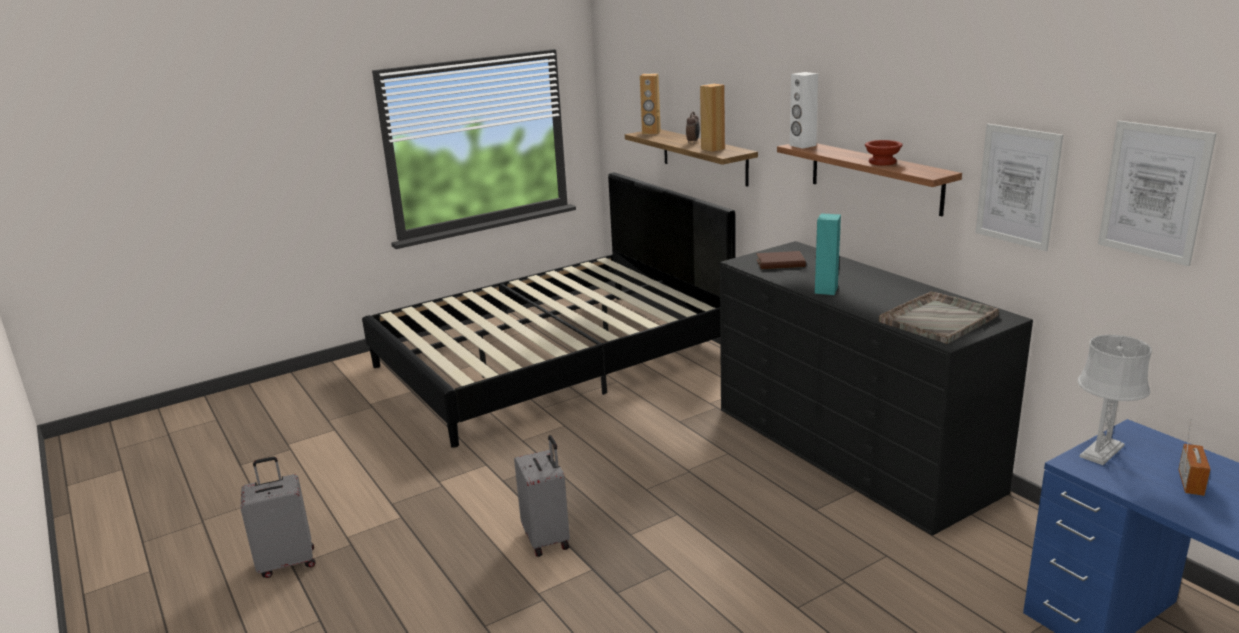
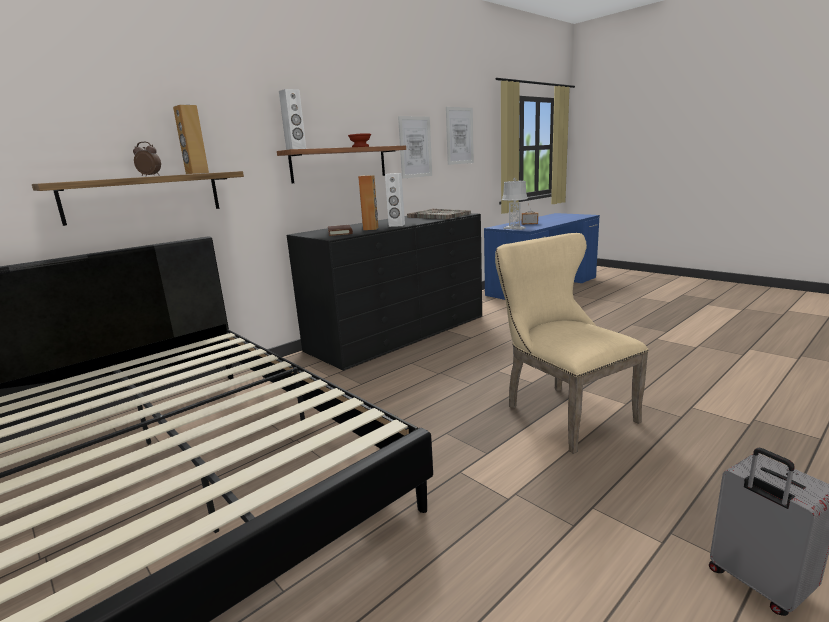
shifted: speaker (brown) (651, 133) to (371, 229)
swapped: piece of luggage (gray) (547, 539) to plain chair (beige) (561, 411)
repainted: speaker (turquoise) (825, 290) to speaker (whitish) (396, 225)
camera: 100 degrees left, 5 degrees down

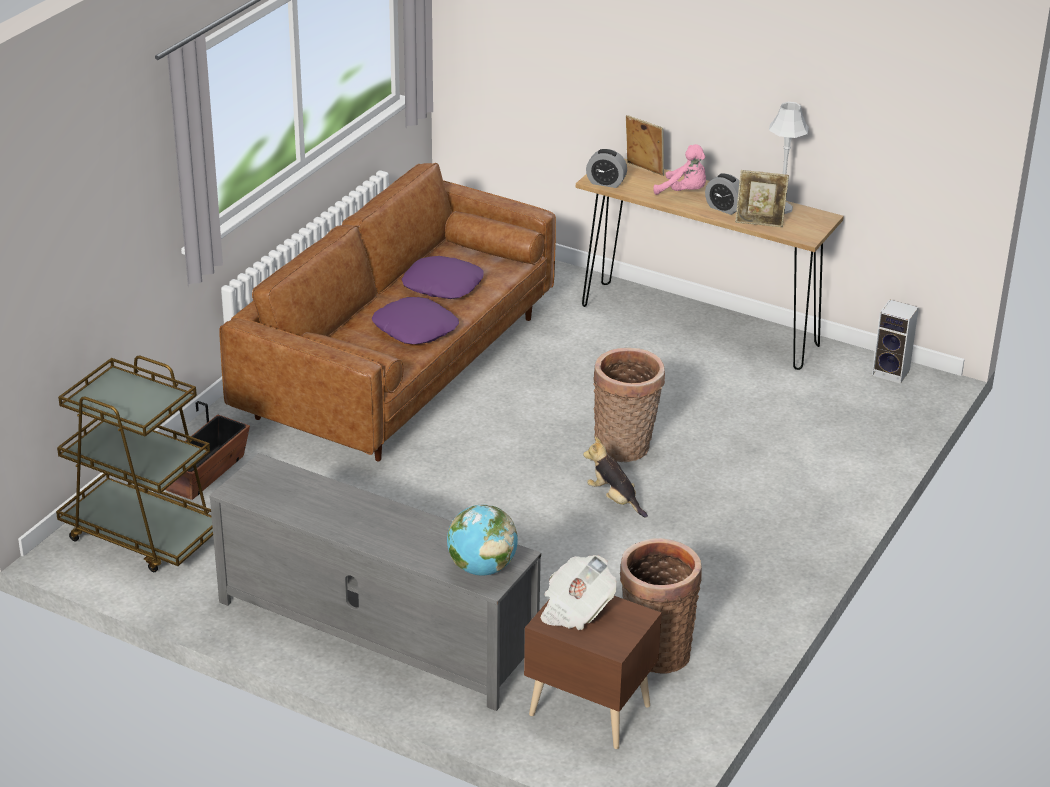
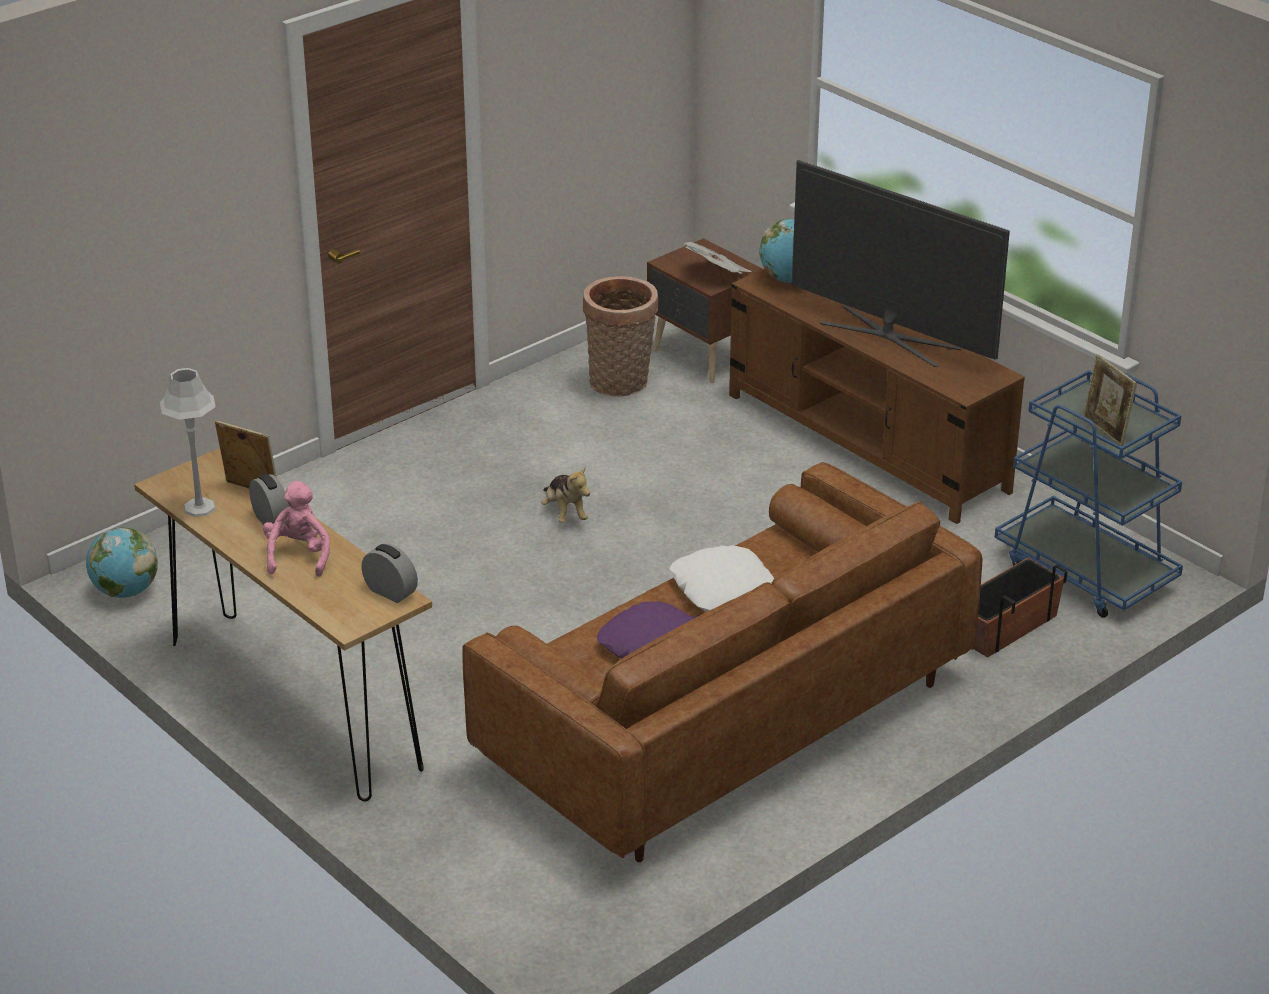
gone: household basket (625, 448)
new: television (890, 336)
shifted: photo frame (643, 169) to (1105, 431)
swapped: speaker (892, 372) to globe (125, 592)
repainted: wheeled cart (brown) (142, 534) to wheeled cart (blue-coloured) (1085, 572); media console (gray) (375, 630) to media console (brown) (867, 443); cushion (purplish) (415, 329) to cushion (whitish) (722, 589)
rotated: soft toy (pinkish) (684, 192) = (298, 556) 45 degrees clockwise
camera: 160 degrees left, 0 degrees up

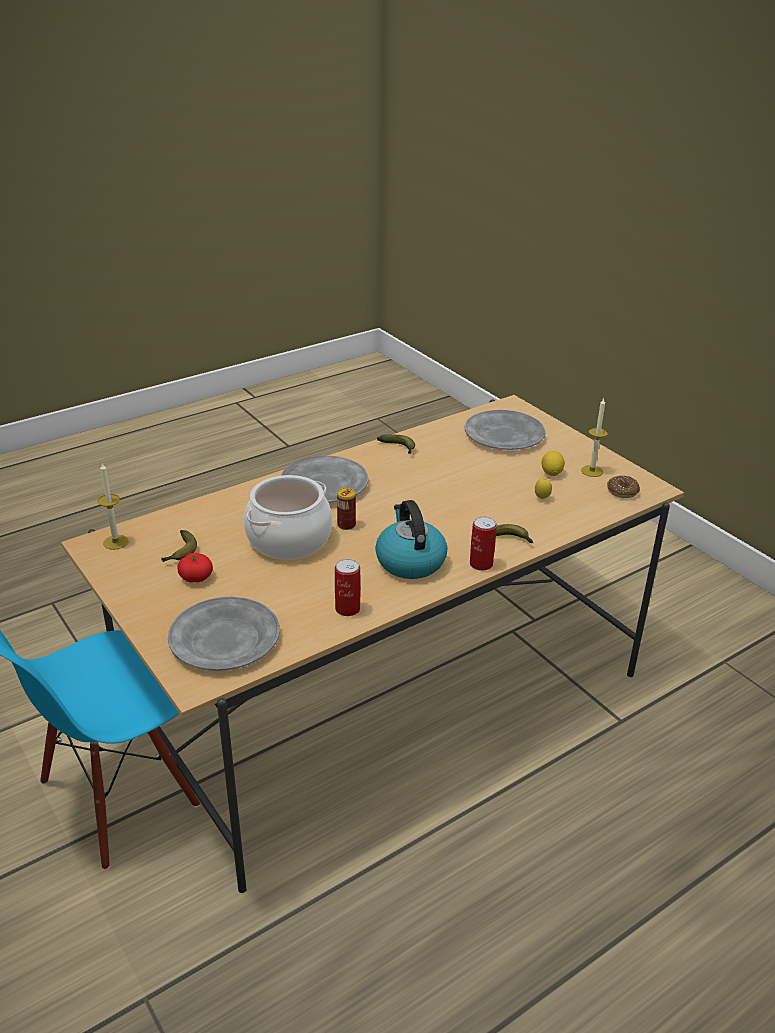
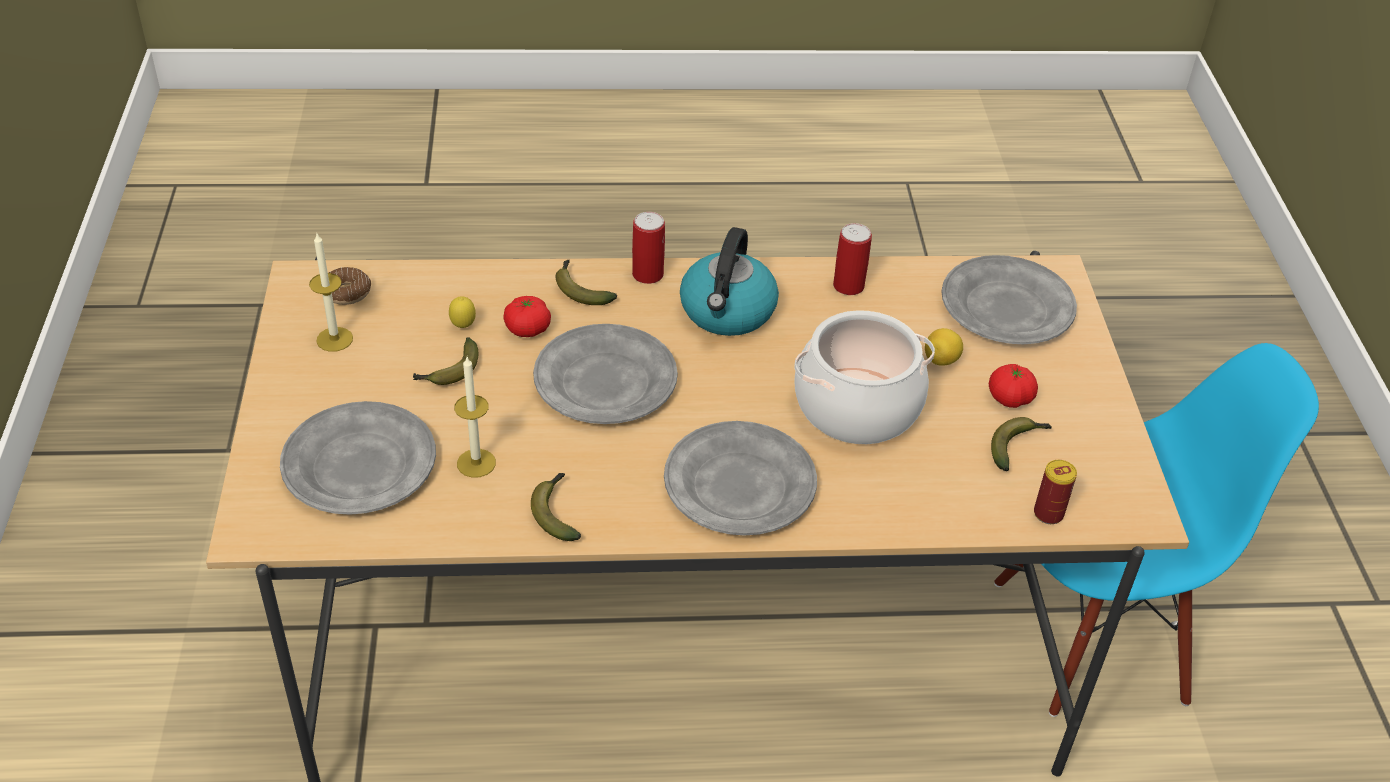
new: banana fruit (449, 372); tomato (527, 329); dinner plate (gray) (605, 380)
shifted: wax light (116, 542) to (476, 463); metal can (346, 525) to (1048, 513); lemon (551, 473) to (941, 361)
camera: 150 degrees left, 10 degrees up

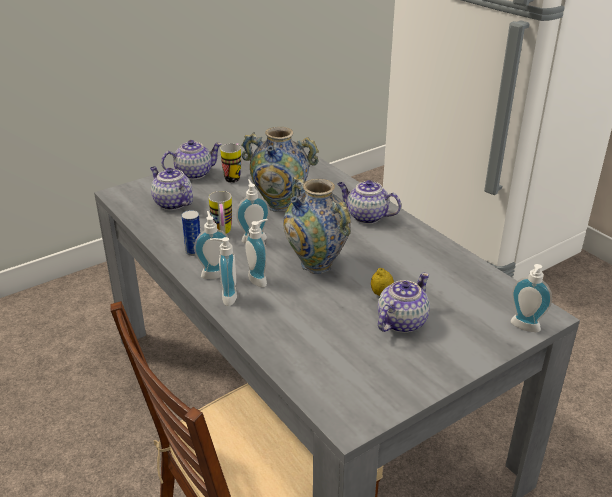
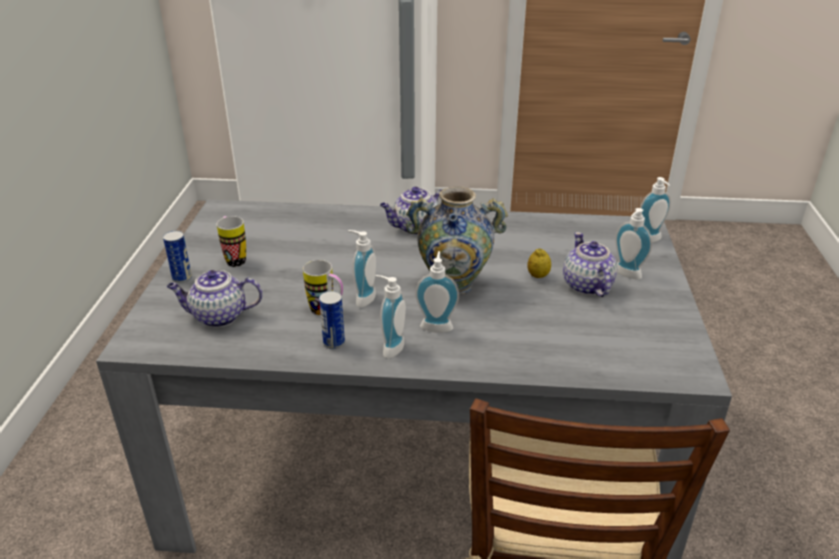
gone: vase (280, 205)
shifted: soap dispenser (226, 297) to (625, 275)
swapped: pot for tea (193, 173) to metal can (182, 278)
camera: 50 degrees left, 0 degrees up

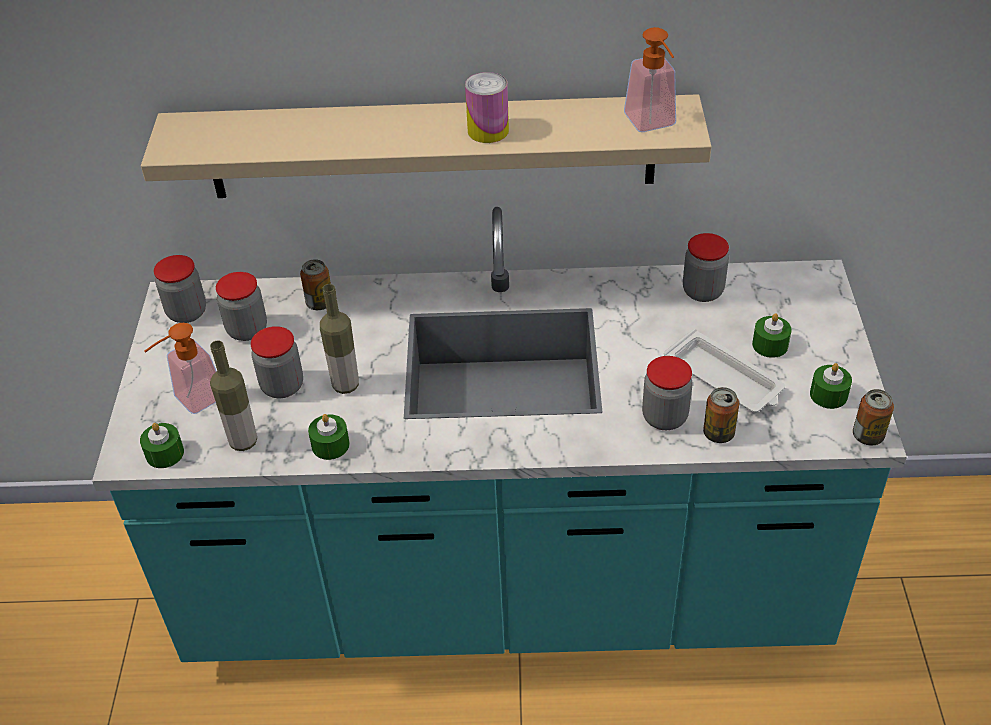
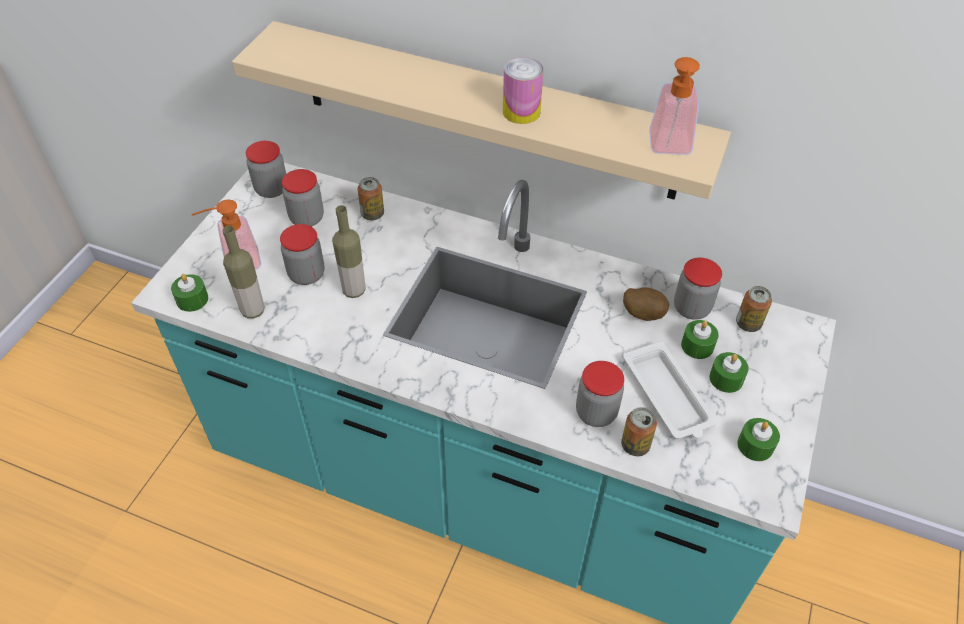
new: whole potato (642, 314)
shifted: wax light (green-coloured) (330, 445) to (697, 346); metal can (868, 436) to (748, 323)
camera: 20 degrees right, 5 degrees up

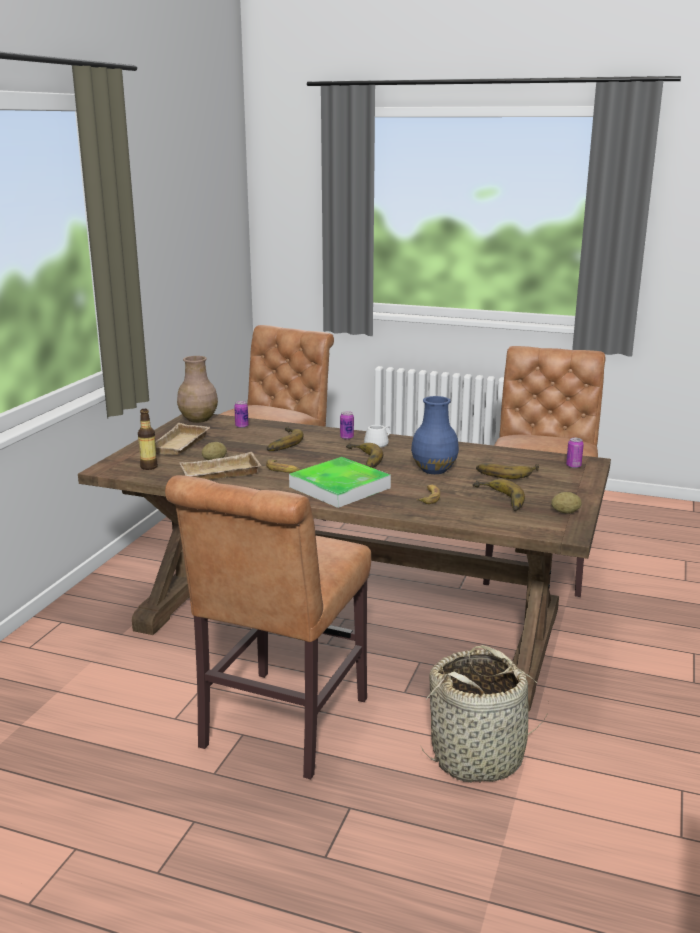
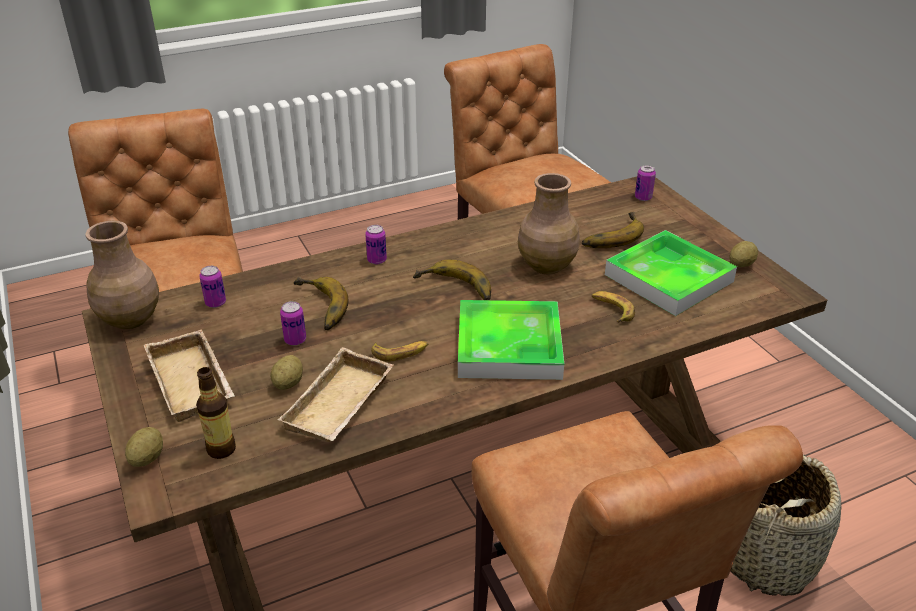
gone: coffee mug (whitish) (378, 444)
new: whole potato (147, 458); metal can (295, 340)
swapped: banana fruit (498, 500) to carrying tray (668, 278)
repainted: vase (blue-coloured) (434, 470) to vase (brown) (547, 265)
camera: 45 degrees left, 15 degrees up

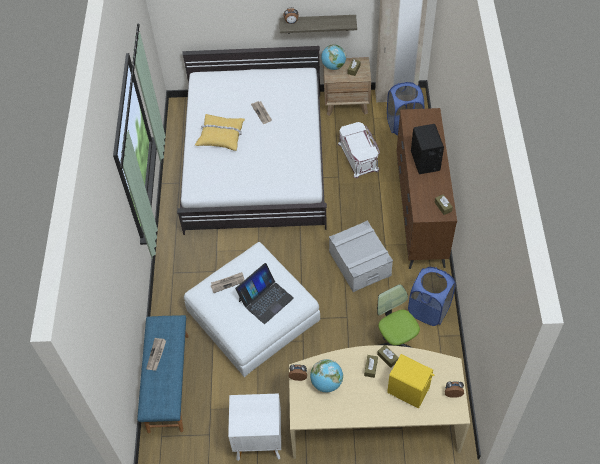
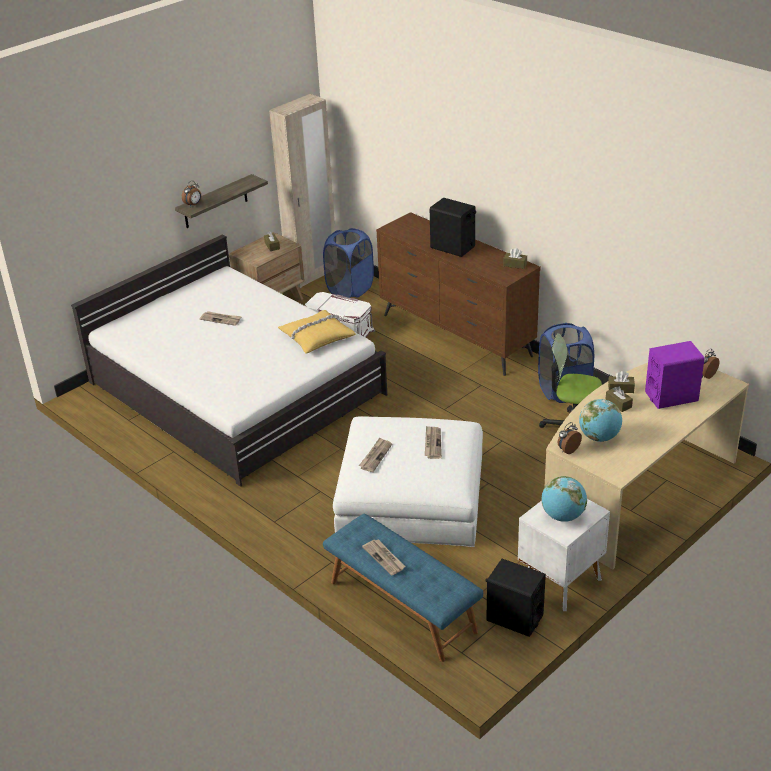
gone: storage bin (gray) (359, 263)
new: speaker (black) (514, 618)
shifted: cushion (yellowish) (221, 135) to (316, 337); globe (333, 66) to (563, 516)
swapped: notebook computer (265, 299) to printed paper (432, 443)
repainted: speaker (yellowish) (408, 390) to speaker (purplish) (671, 396)
camera: 45 degrees left, 20 degrees down

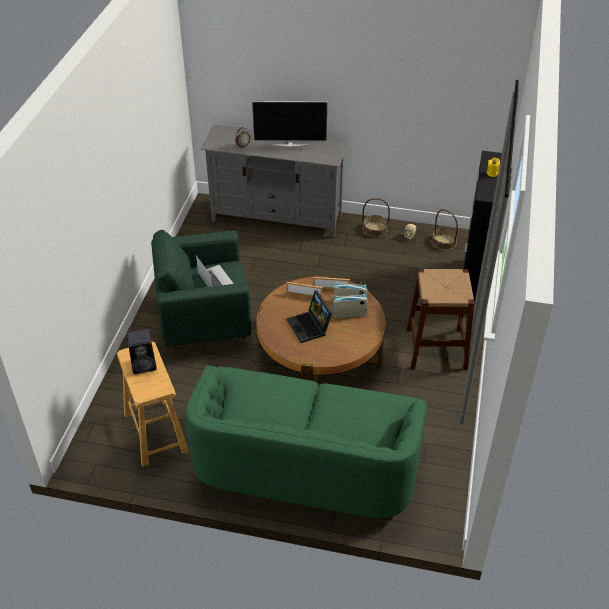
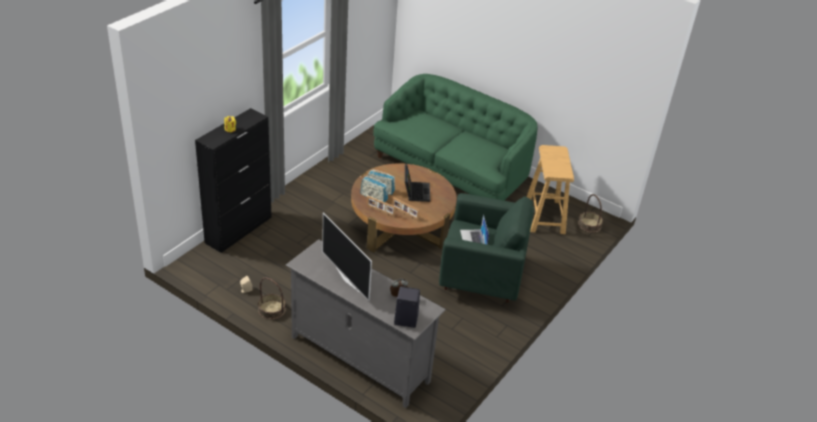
gone: stool seat (brown) (436, 348)
shifted: speaker (black) (144, 364) to (405, 319); household basket (444, 242) to (589, 225)
rotated: television (290, 144) = (348, 279) 150 degrees counterclockwise
camera: 160 degrees left, 5 degrees down

